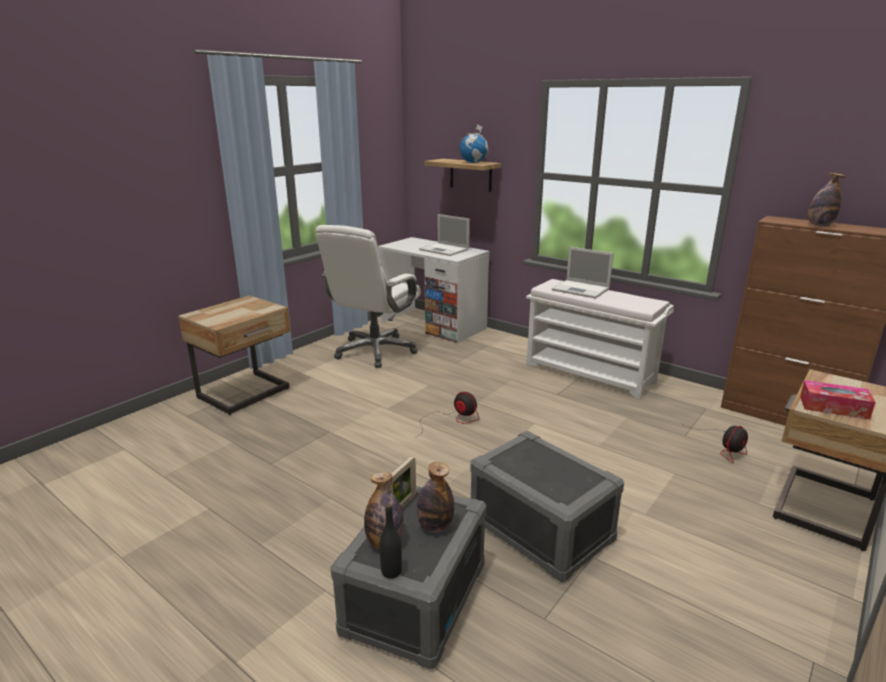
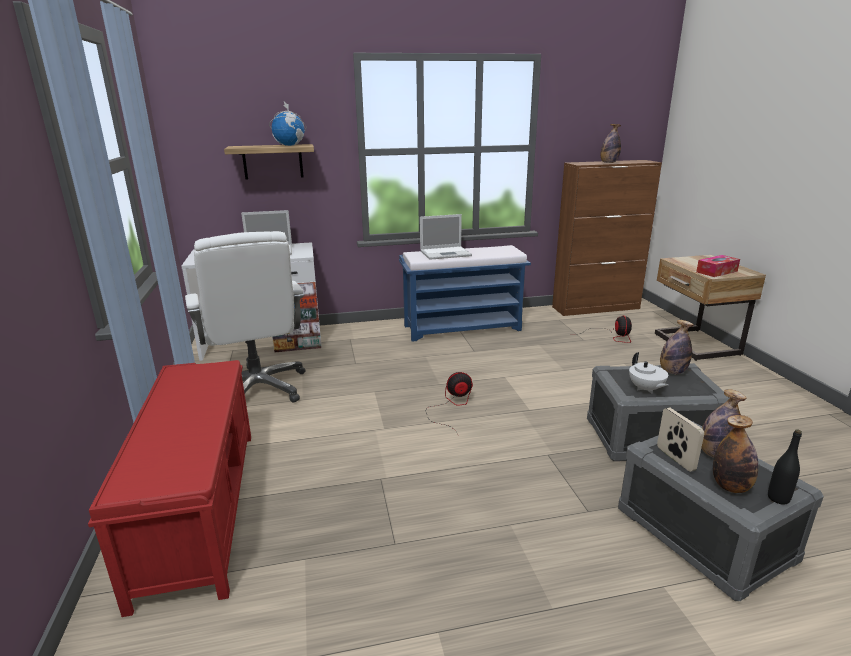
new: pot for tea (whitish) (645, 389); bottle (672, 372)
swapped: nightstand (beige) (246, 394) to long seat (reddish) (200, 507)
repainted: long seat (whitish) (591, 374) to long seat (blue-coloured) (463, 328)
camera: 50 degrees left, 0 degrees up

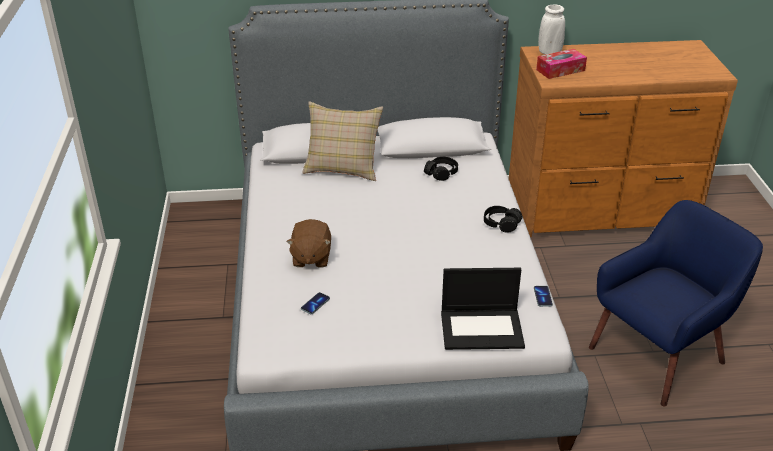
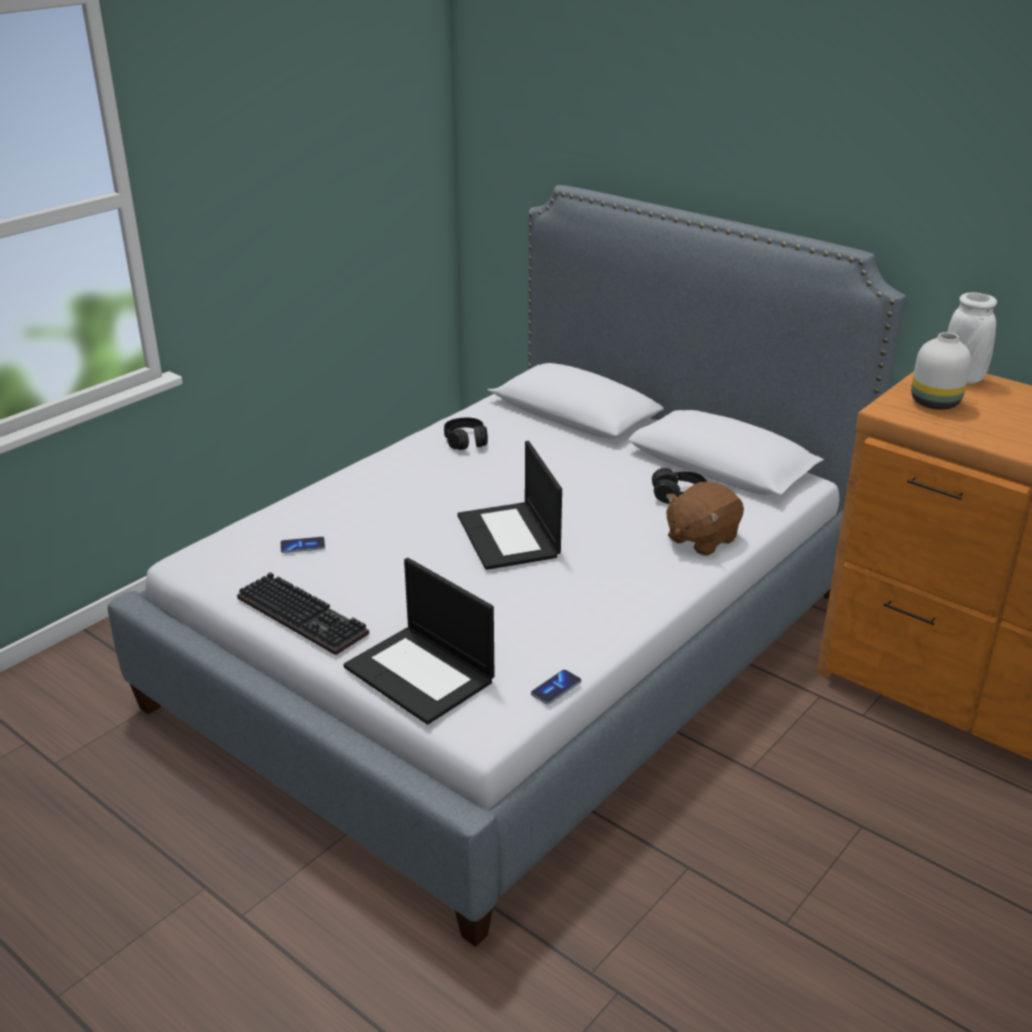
gone: cushion (beige) (343, 167); armchair (blue-coloured) (659, 355)
new: computer keyboard (306, 616); notebook computer (509, 536)
shifted: soft toy (brown) (311, 257) to (701, 539); headphones (black) (501, 224) to (466, 441)
swapped: box of tissues (560, 70) to vase (whitish) (933, 403)
camera: 45 degrees right, 5 degrees down

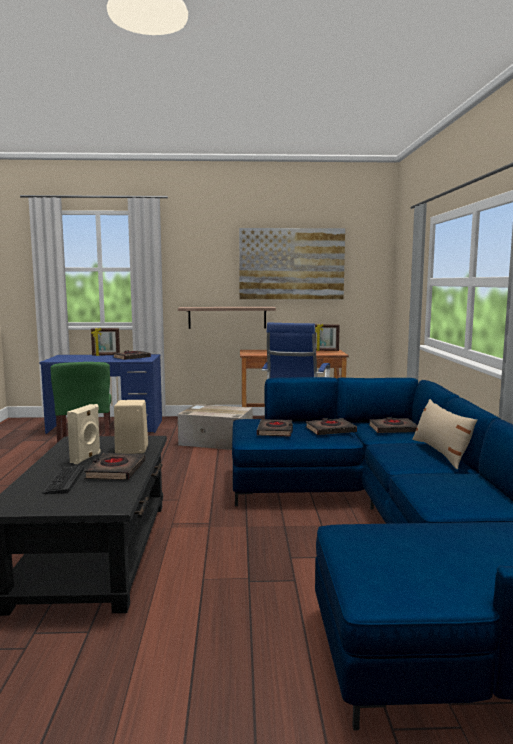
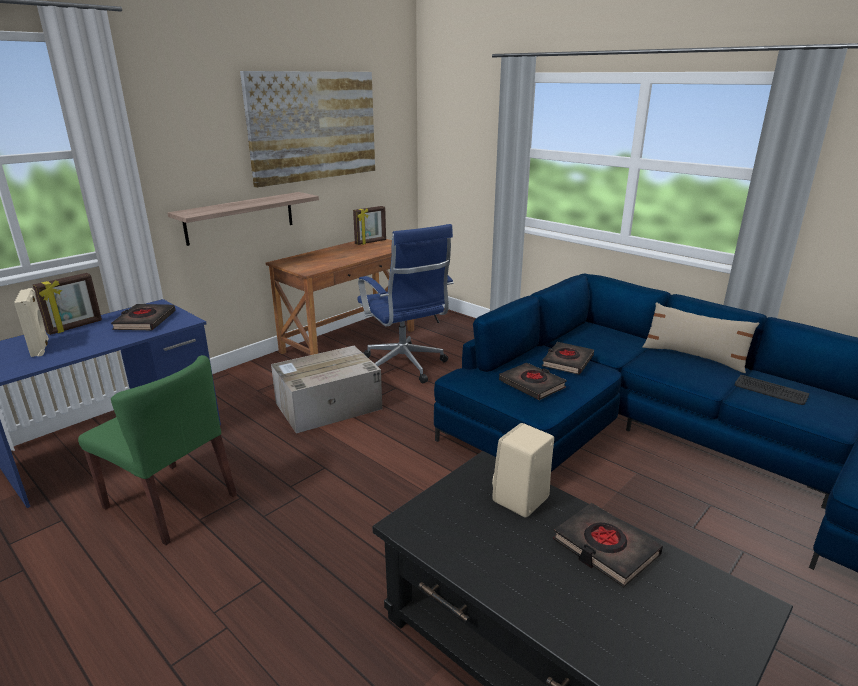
gone: bound book (black) (393, 429)
shifted: computer keyboard (64, 481) to (770, 391); speaker (beige) (86, 458) to (41, 348)
camera: 45 degrees left, 15 degrees up

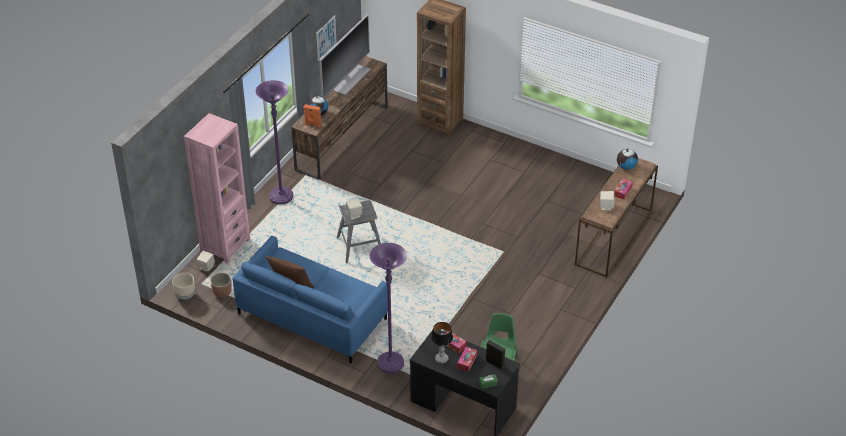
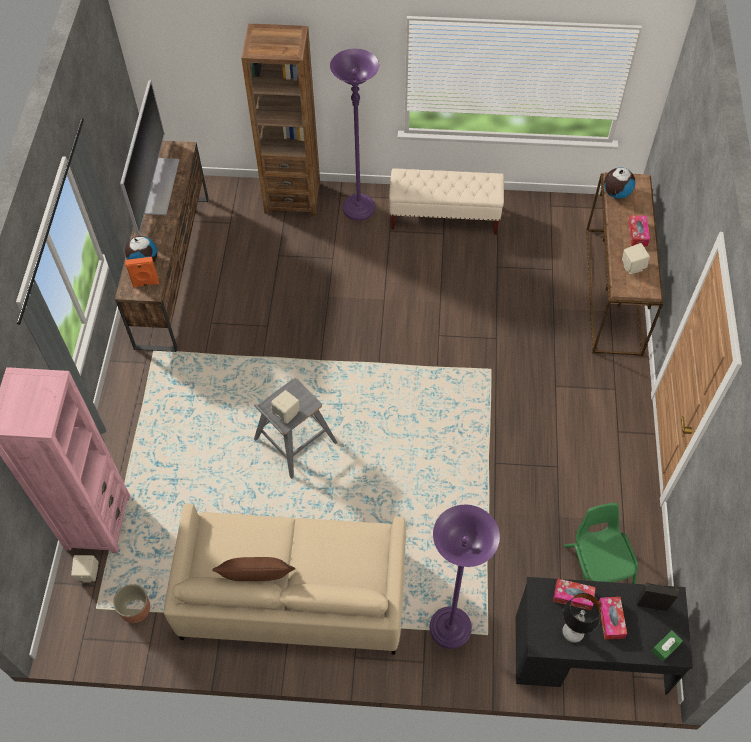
gone: planter (beige) (185, 295); wall picture (326, 38)
new: long seat (beige) (444, 217)
shifted: standard lamp (purplish) (281, 197) to (359, 209)
repainted: couch (blue-coloured) (312, 316) to couch (beige) (293, 593)
camera: 25 degrees left, 15 degrees up

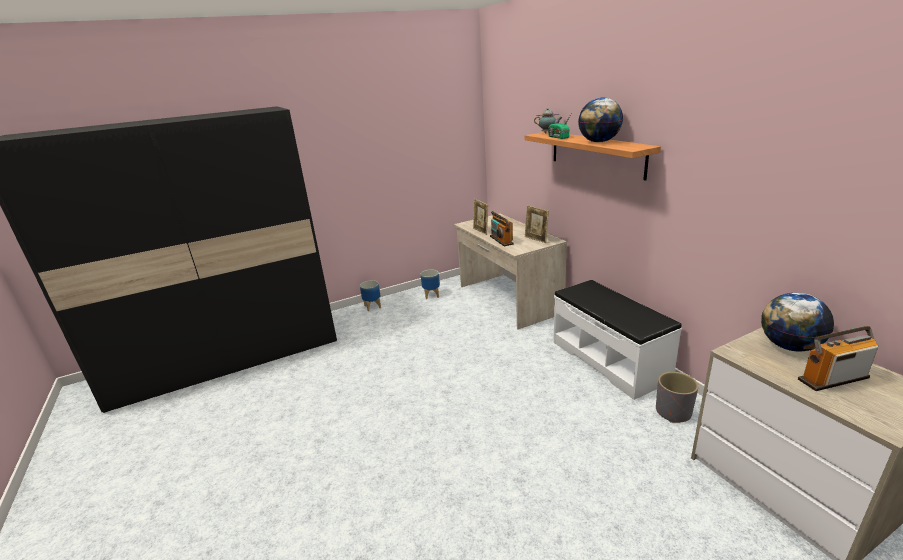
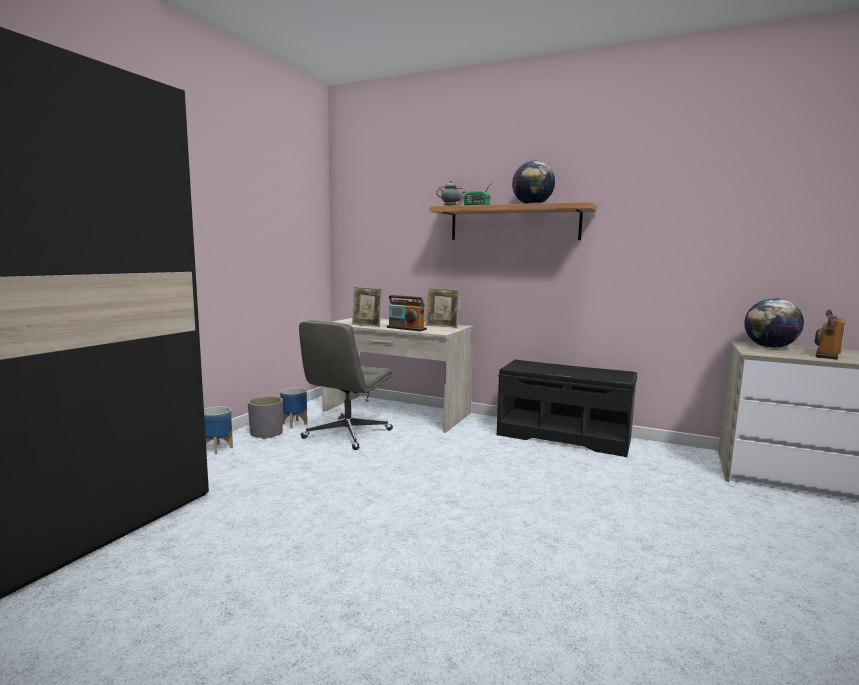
new: desk chair (gray) (347, 434)
shifted: planter (gray) (673, 412) to (266, 434)
repainted: long seat (whitish) (609, 360) to long seat (black) (563, 436)
camera: 40 degrees left, 15 degrees down

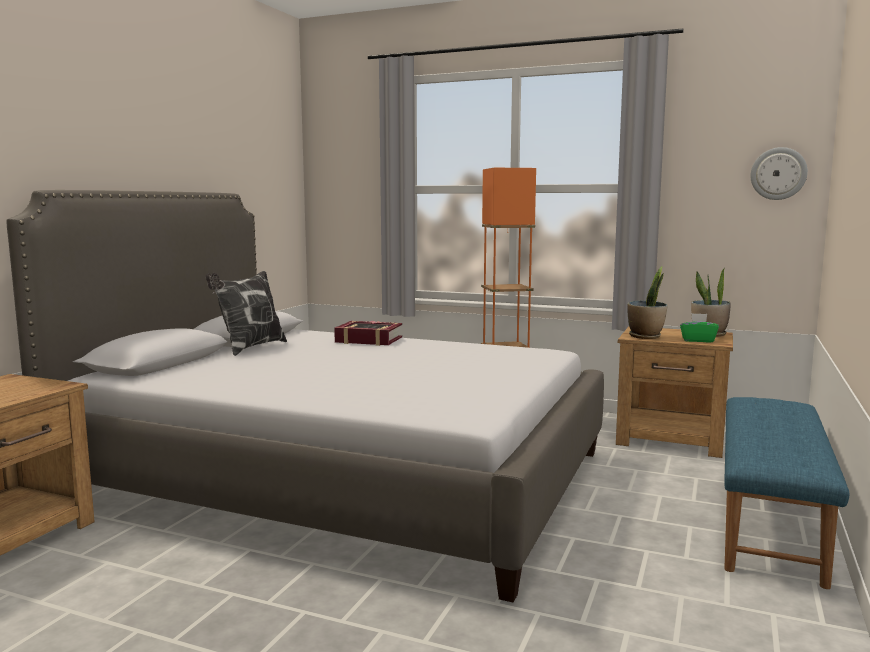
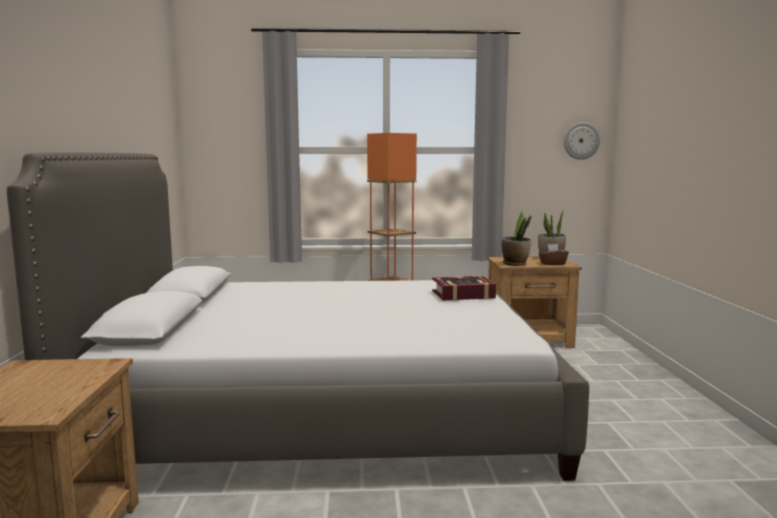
gone: cushion (250, 348); long seat (blue-coloured) (771, 521)
shifted: bound book (368, 340) to (463, 295)
repainted: box of tissues (green-coloured) (697, 340) to box of tissues (brown) (552, 264)
camera: 25 degrees left, 0 degrees up

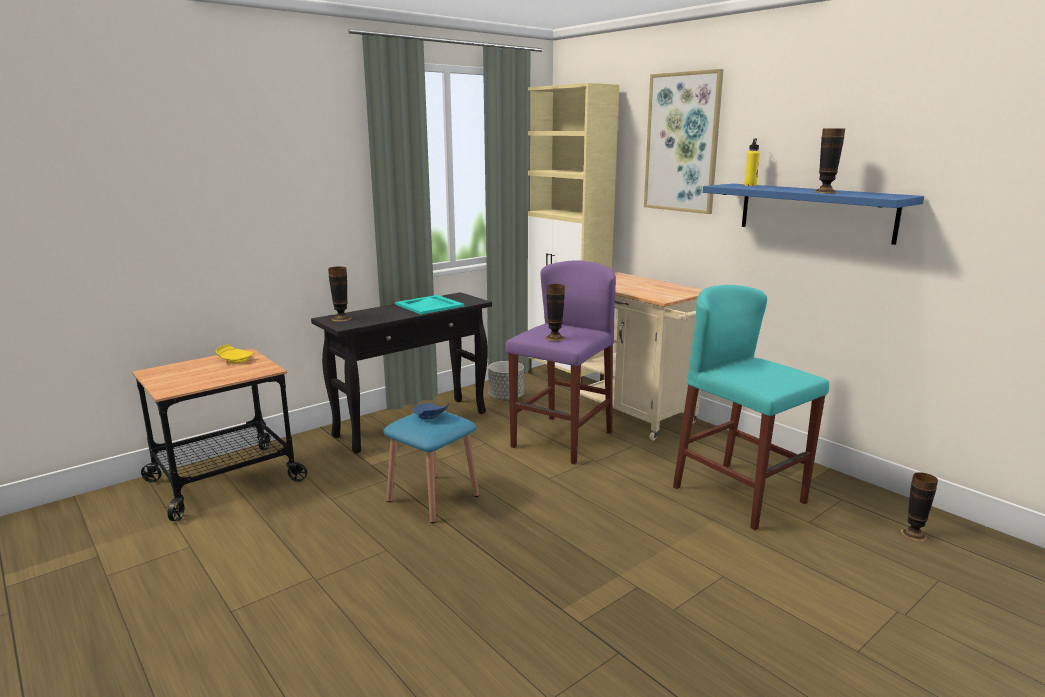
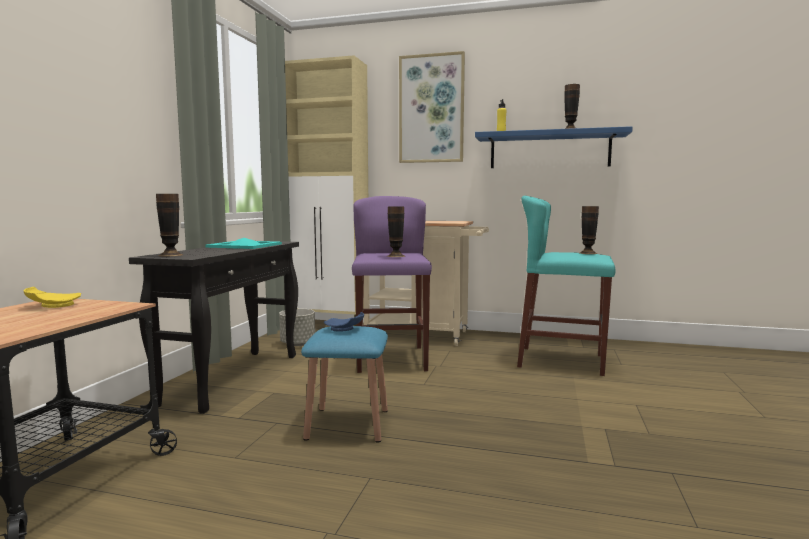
shifted: vase (913, 534) to (588, 253)
camera: 35 degrees left, 10 degrees down

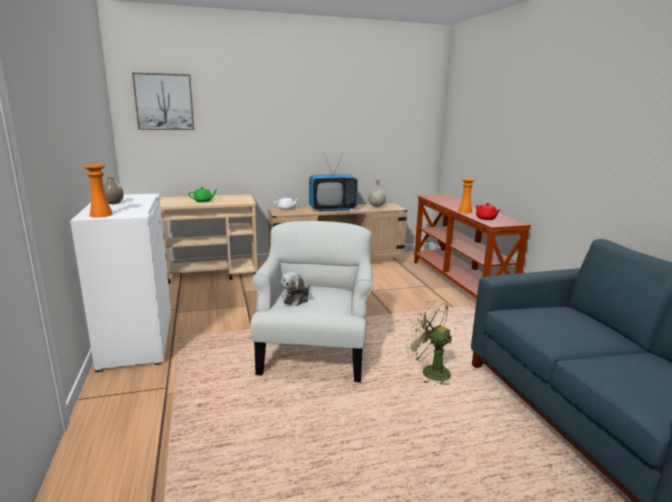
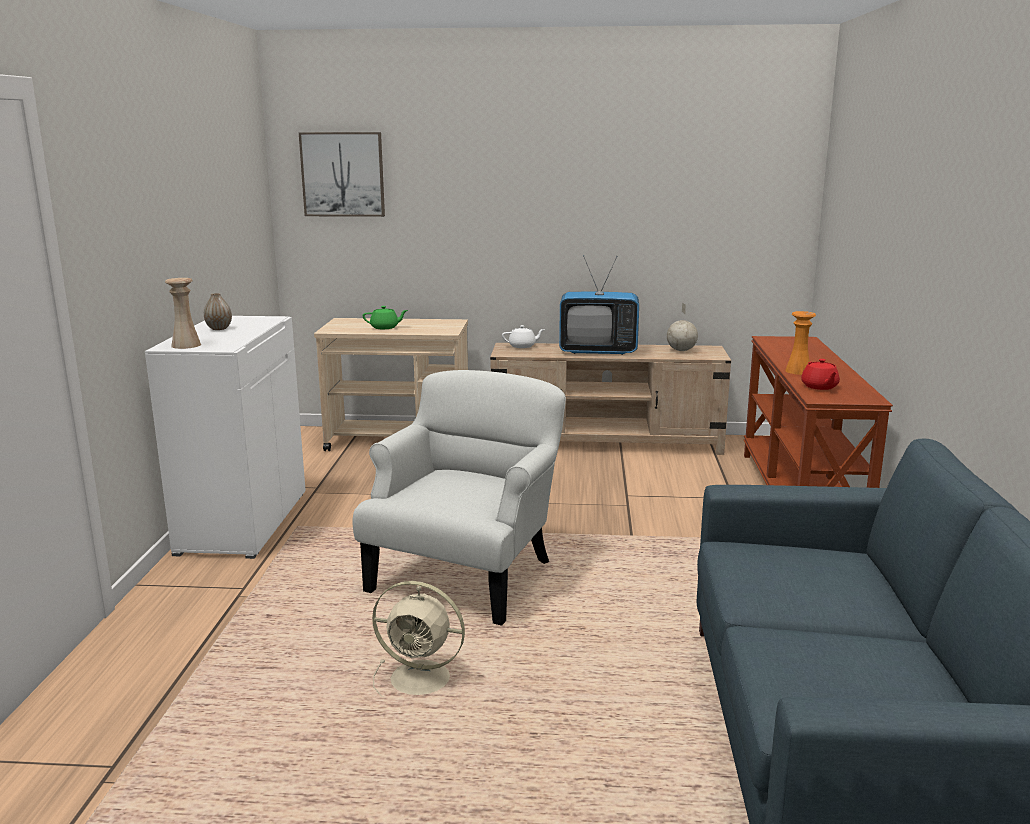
gone: soft toy (296, 298); fan (green-coloured) (429, 372)
new: fan (beige) (423, 679)
repainted: vase (orange) (101, 214) to vase (beige) (186, 345)
camera: 20 degrees right, 0 degrees up

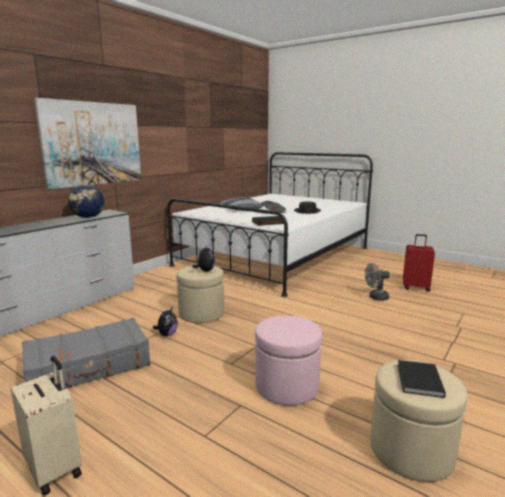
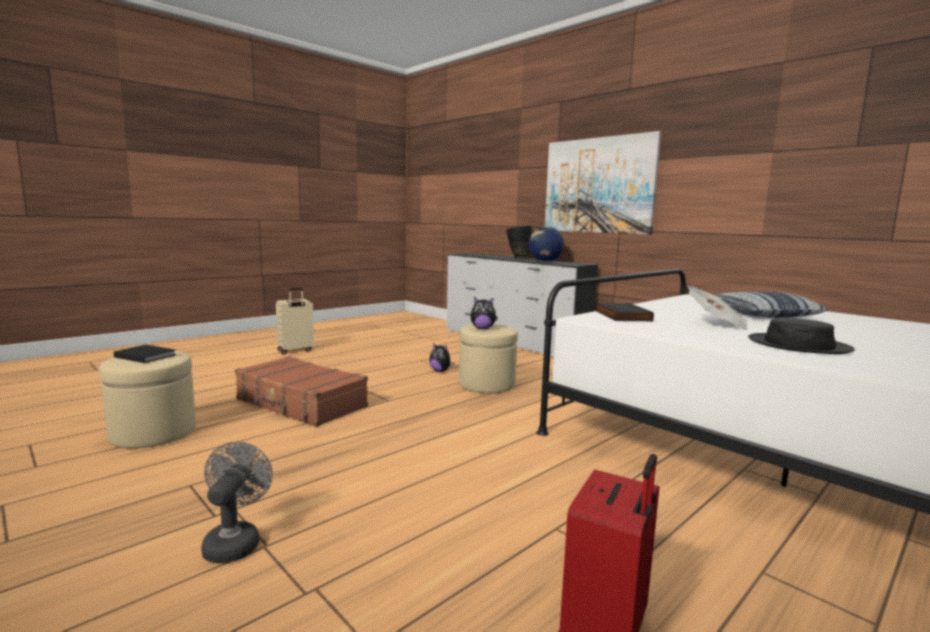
gone: piece of luggage (gray) (89, 367)
new: vase (black) (517, 258)
shifted: fan (gray) (375, 297) to (235, 541)
swapped: footrest (pinkish) (286, 386) to piece of luggage (brown) (300, 403)
camera: 100 degrees right, 5 degrees down

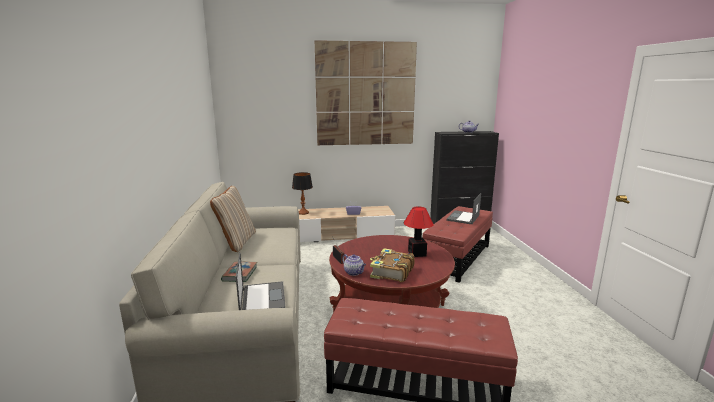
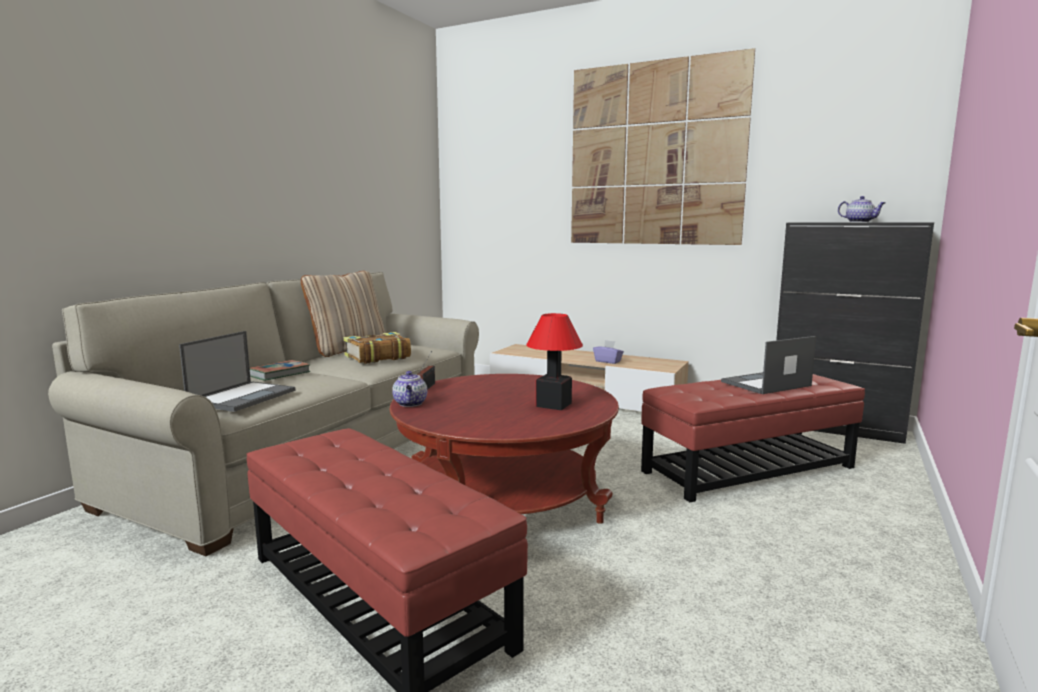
gone: tabletop lamp (303, 213)
shifted: bound book (391, 272) to (377, 357)
camera: 35 degrees right, 5 degrees down

